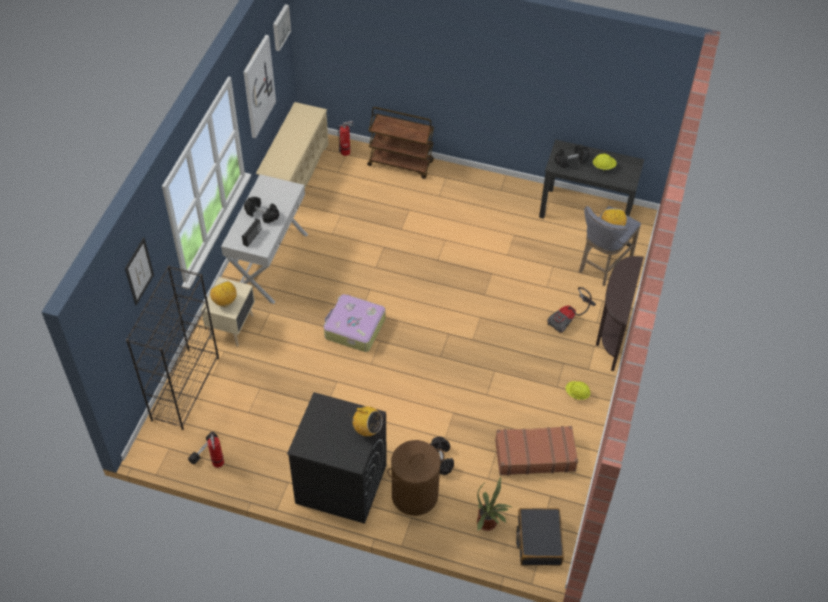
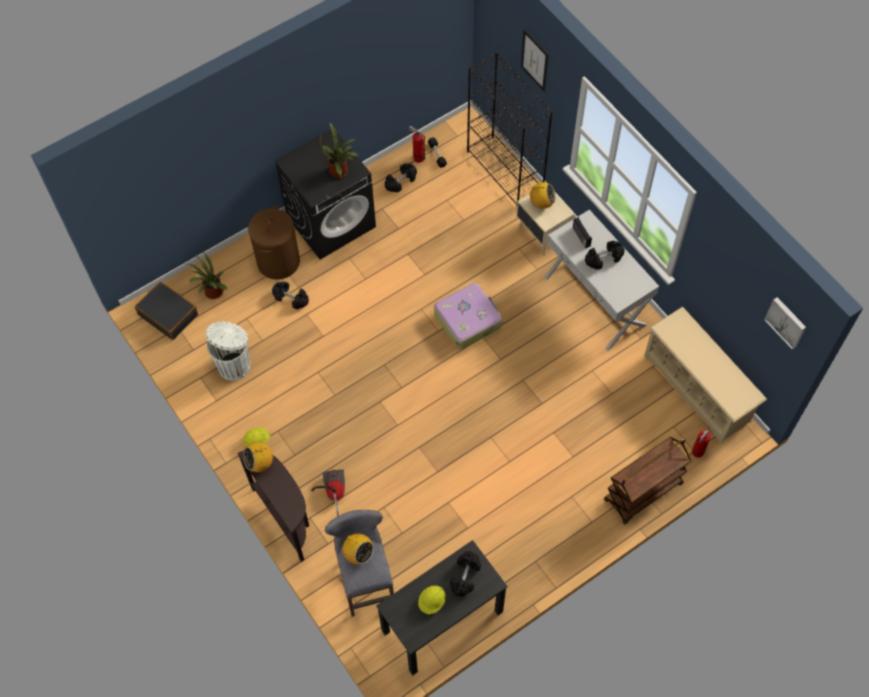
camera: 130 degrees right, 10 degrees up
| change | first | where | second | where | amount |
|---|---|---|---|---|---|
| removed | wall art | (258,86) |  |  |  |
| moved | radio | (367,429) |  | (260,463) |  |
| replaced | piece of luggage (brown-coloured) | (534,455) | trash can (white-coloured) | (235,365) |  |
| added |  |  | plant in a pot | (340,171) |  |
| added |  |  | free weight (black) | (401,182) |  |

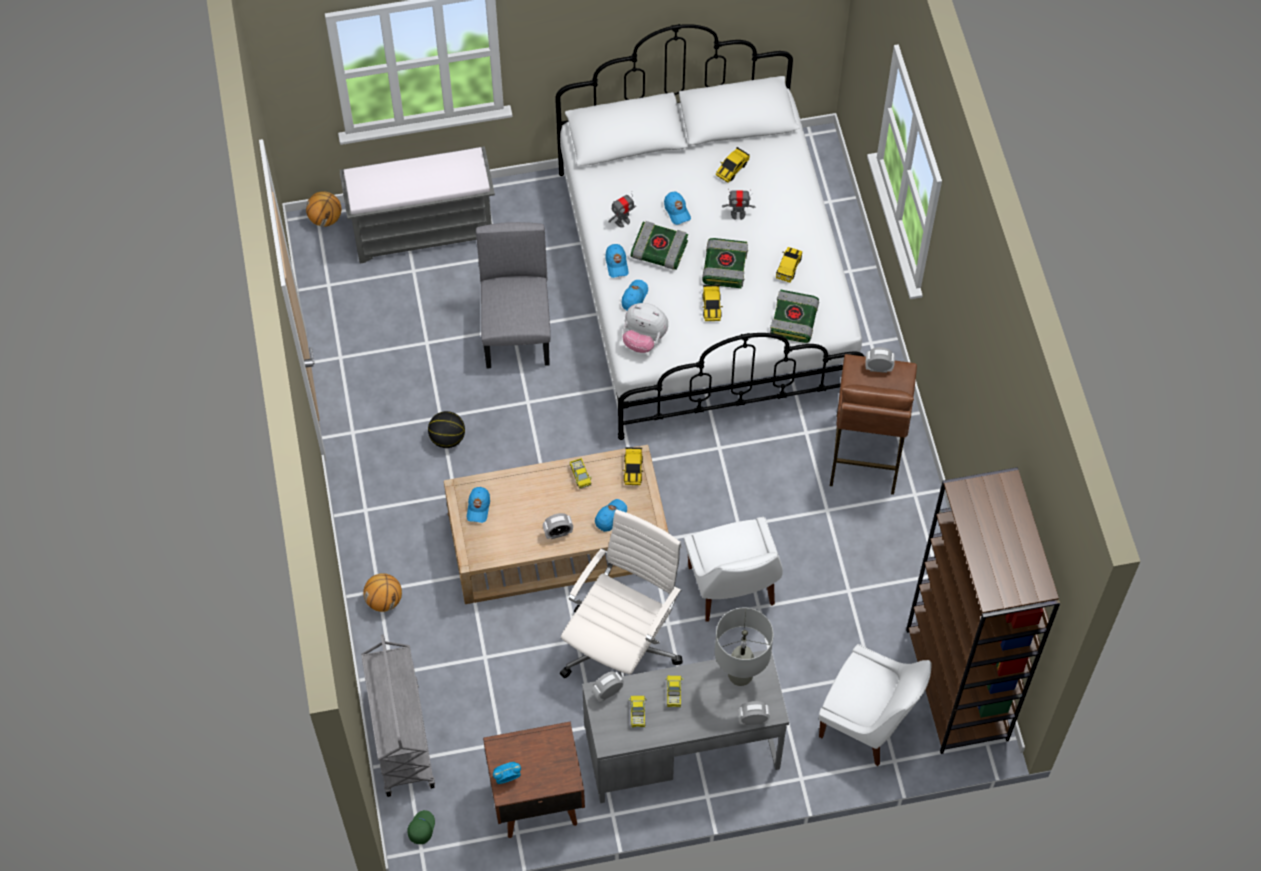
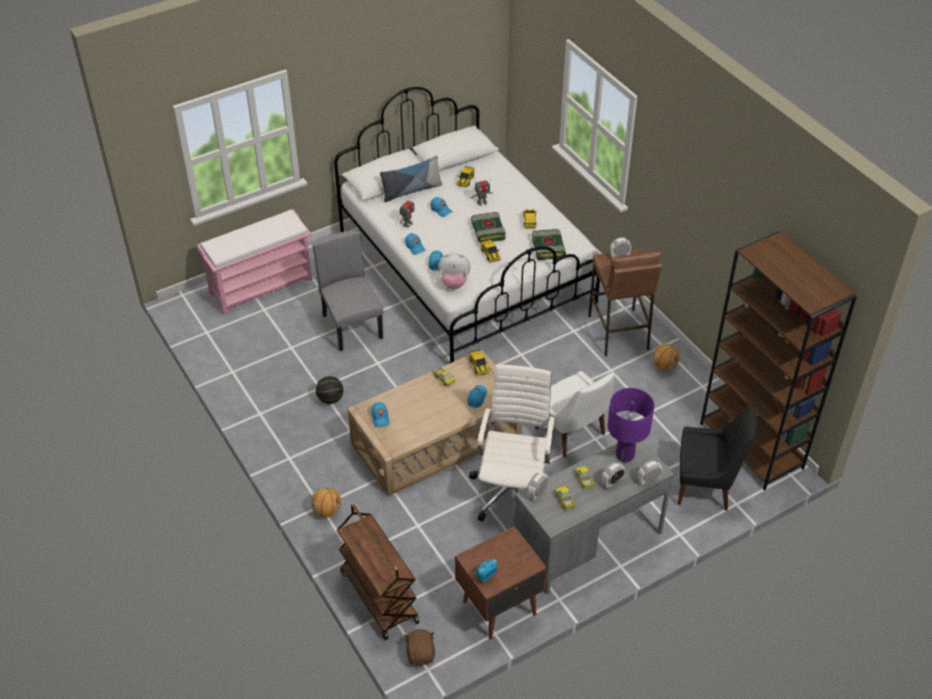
camera: 20 degrees left, 15 degrees down
| change | first | where | second | where | amount |
|---|---|---|---|---|---|
| recoloured | long seat (grey) | (424,231) | long seat (pink-coloured) | (262,285) |  |
| moved | basketball ball | (325,218) |  | (664,366) |  |
| removed | bound book | (658,250) |  |  |  |
| moved | alarm clock | (558,533) |  | (612,482) |  |
| recoloured | lamp for a table (grey) | (740,675) | lamp for a table (purple-coloured) | (624,455) |  |
| recoloured | trolley (grey) | (401,737) | trolley (brown-coloured) | (378,597) |  |
| recoloured | upright chair (white-coloured) | (868,723) | upright chair (black) | (706,486) |  |
| replaced | peaked cap (green) | (421,828) | soft toy (brown-coloured) | (421,654) |  |
| added |  |  | cushion | (411,190) |  |

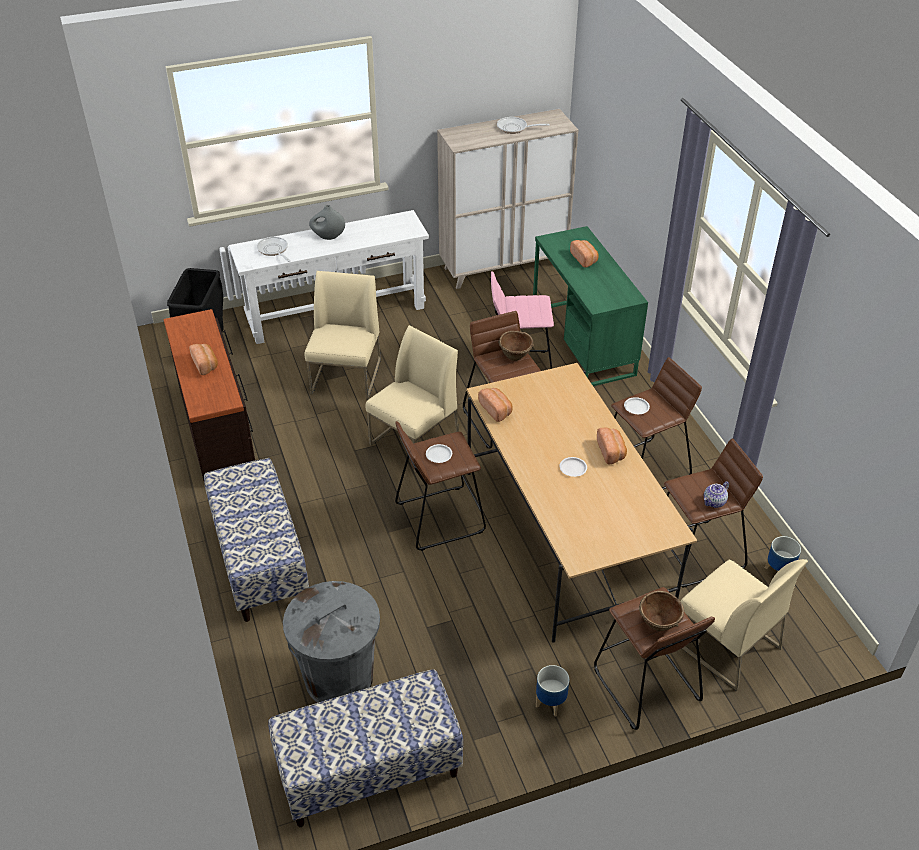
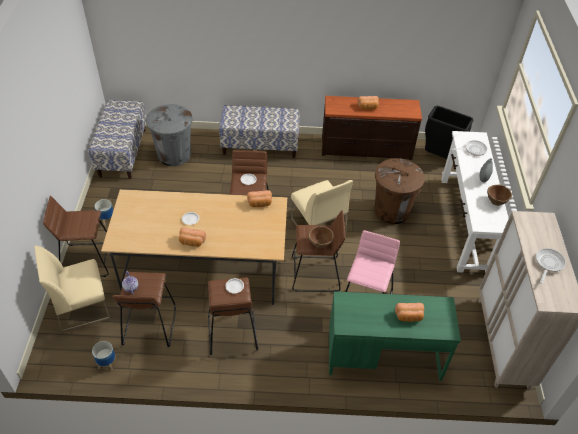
camera: 110 degrees right, 5 degrees up
| change | first | where | second | where | amount |
|---|---|---|---|---|---|
| replaced | upright chair (beige-coloured) | (346,377) | trash can (brown-coloured) | (392,211) |  |
| moved | bowl (brown-coloured) | (659,623) |  | (496,201) |  |

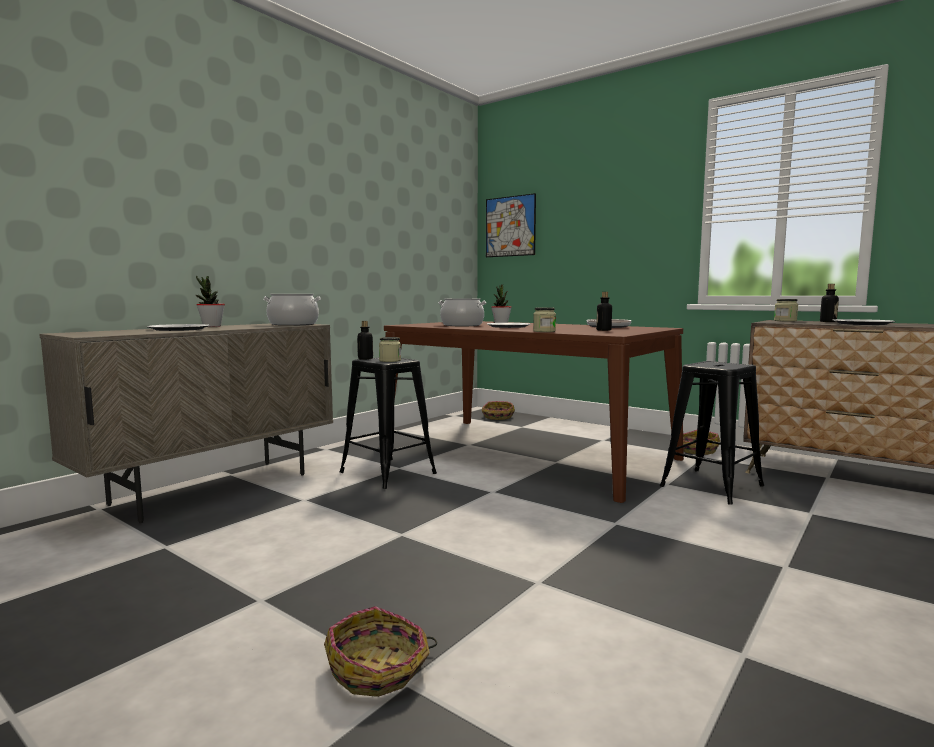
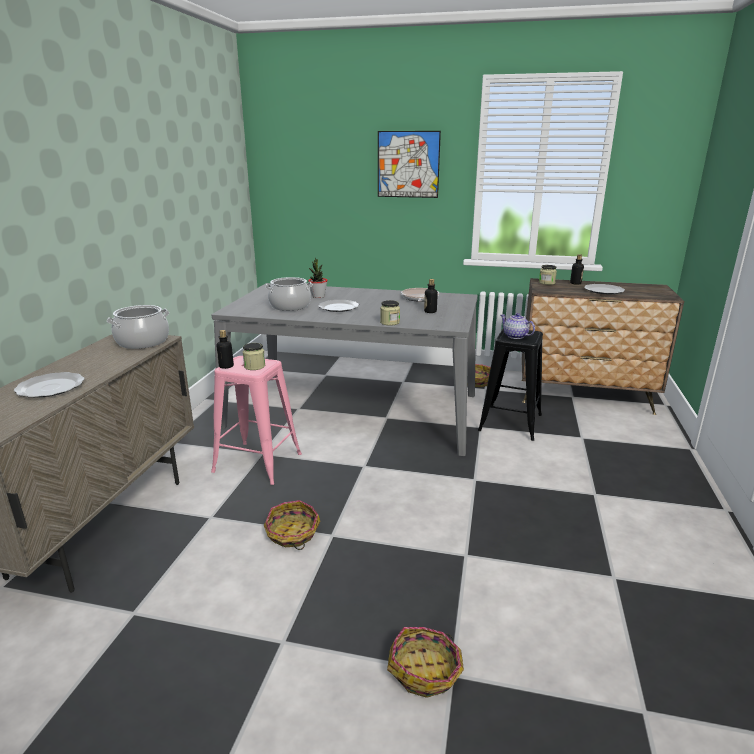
camera: 25 degrees left, 15 degrees up
| change | first | where | second | where | amount |
|---|---|---|---|---|---|
| moved | wall art | (510,226) |  | (408,164) |  |
| removed | plant in a pot | (211,326) |  |  |  |
| recoloured | dinner table (brown-coloured) | (525,452) | dinner table (grey) | (354,410) |  |
| recoloured | sitting stool (black) | (388,473) | sitting stool (pink-coloured) | (258,463) |  |
| moved | storage basket | (497,417) |  | (292,534) |  |
| added |  |  | pot for tea | (515,336) |  |

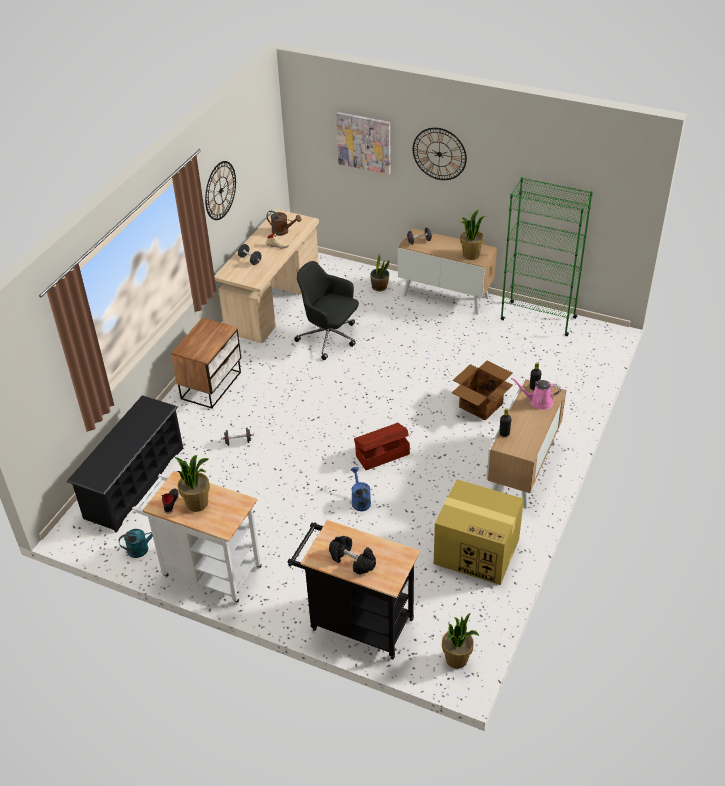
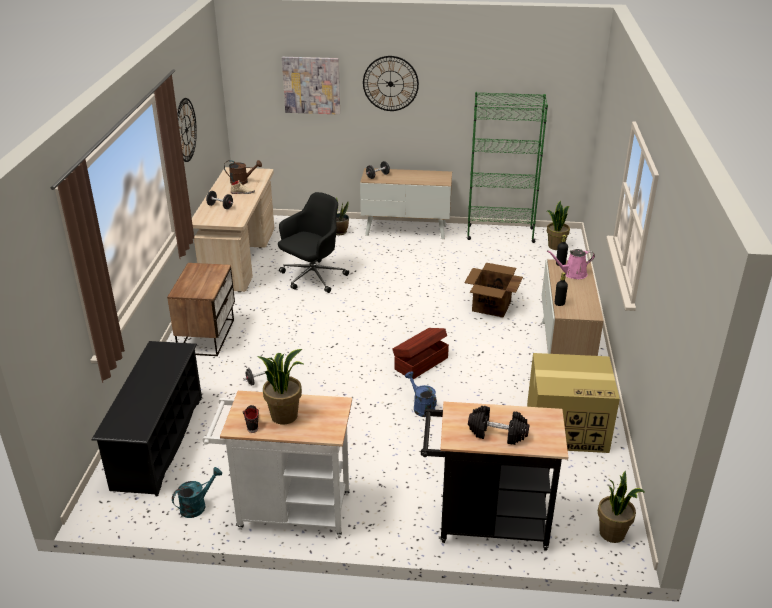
camera: 20 degrees left, 10 degrees down
| change | first | where | second | where | amount |
|---|---|---|---|---|---|
| moved | plant in a pot | (470,255) |  | (555,246) |  |
| turned | desk chair (black) | (329,338) |  | (312,277) | 120 degrees clockwise |

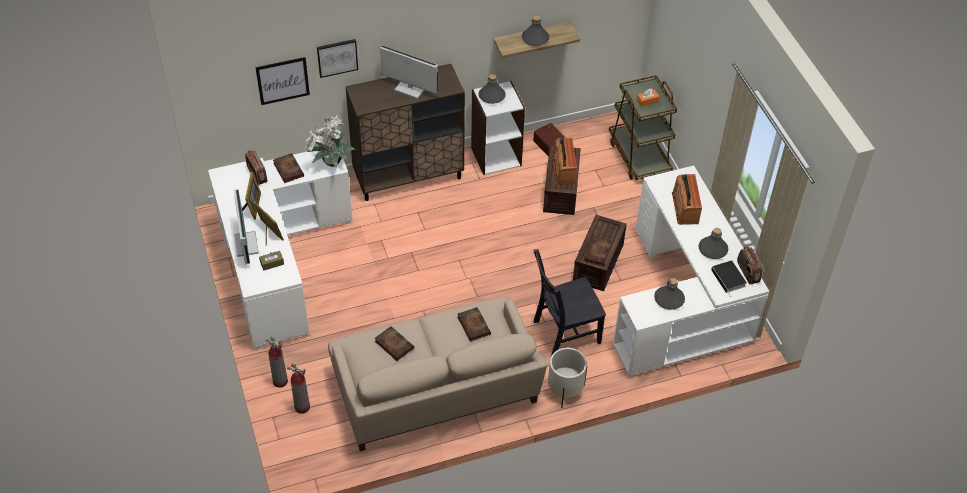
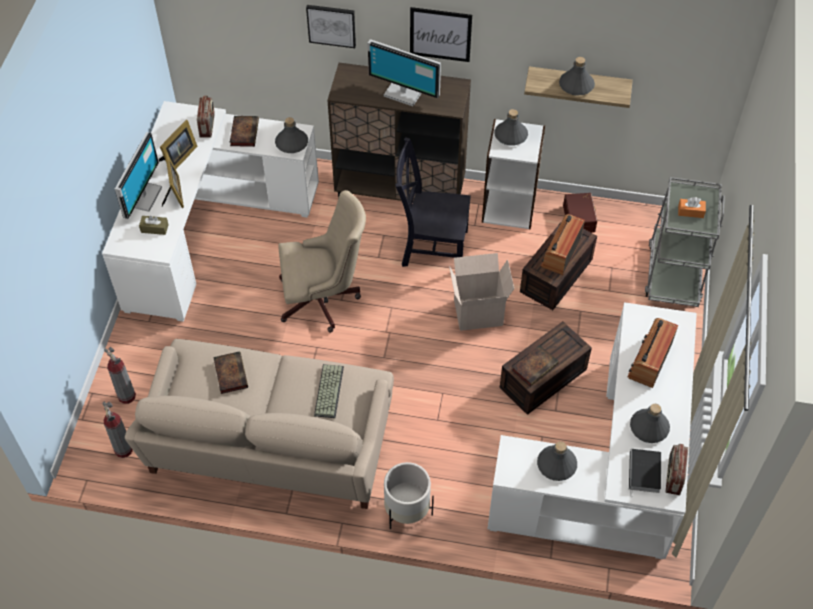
camera: 30 degrees right, 5 degrees up
| change | first | where | second | where | amount |
|---|---|---|---|---|---|
| turned | monitor | (409,89) |  | (404,92) | 150 degrees clockwise |
| moved | wall art | (282,80) |  | (440,34) |  |
| recoloured | trolley (brown-coloured) | (639,156) | trolley (grey) | (673,273) |  |
| replaced | plant in a pot | (330,163) | beverage bottle (grey) | (292,143) |  |
| moved | upright chair (black) | (564,332) |  | (431,247) |  |
| replaced | bound book | (473,325) | keyboard | (328,390) |  |
| moved | fire-fighting cylinder | (280,381) |  | (123,449) |  |
| added |  |  | desk chair (beige-coloured) | (323,300) |  |
| added |  |  | carton | (478,311) |  |

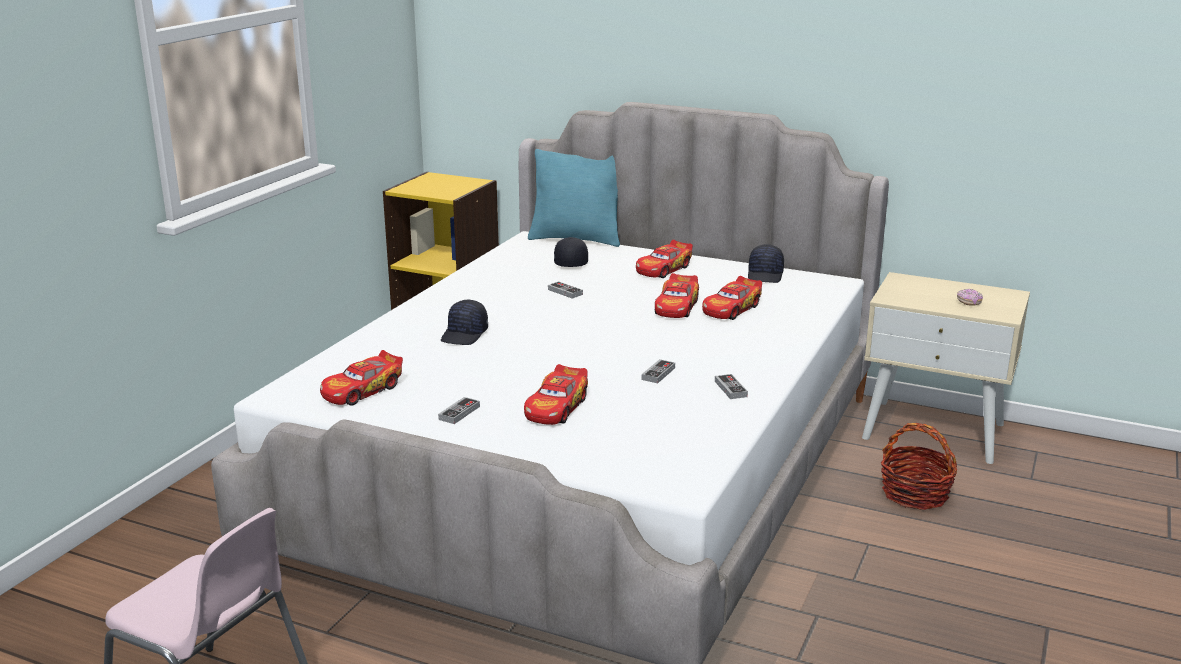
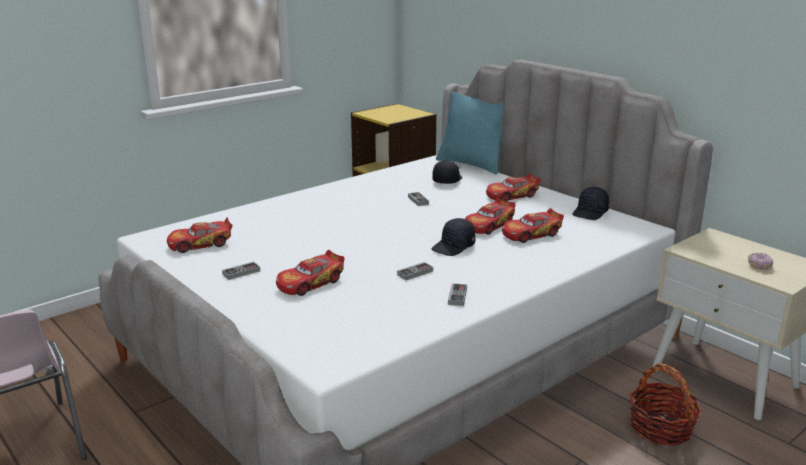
camera: 25 degrees right, 0 degrees up
| change | first | where | second | where | amount |
|---|---|---|---|---|---|
| moved | peaked cap (black) | (465,335) |  | (454,247) |  |

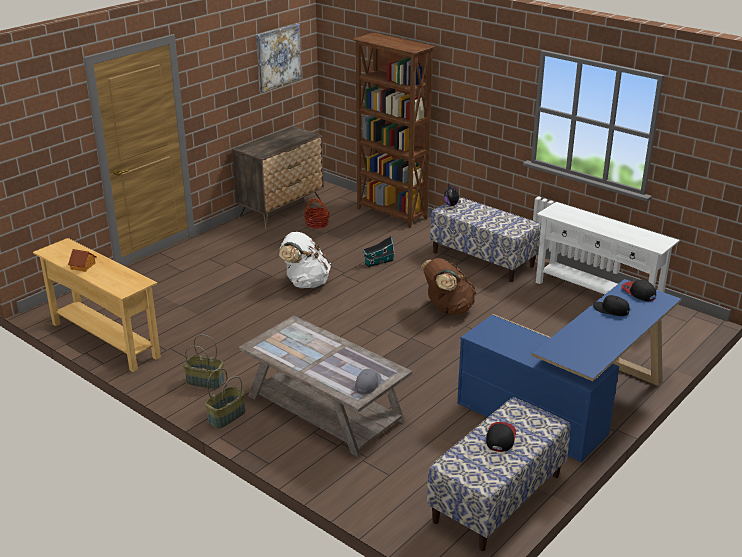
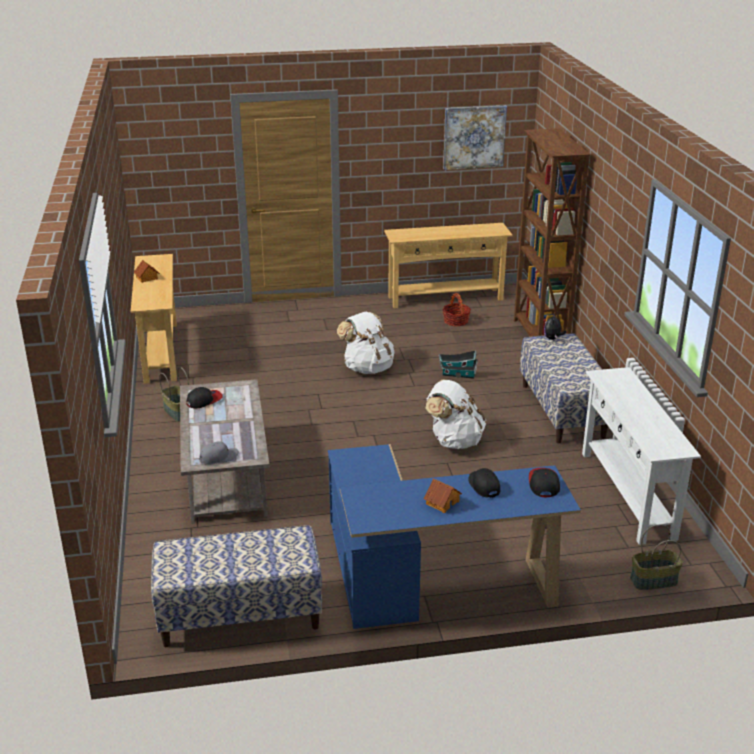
camera: 40 degrees right, 0 degrees up
| change | first | where | second | where | amount |
|---|---|---|---|---|---|
| replaced | drawer chest | (282,209) | narrow table (beige-coloured) | (445,298) |  |
| recoloured | backpack (brown-coloured) | (447,309) | backpack (white-coloured) | (454,441) |  |
| moved | storage basket | (226,417) |  | (653,581) |  |
| moved | peaked cap | (500,438) |  | (204,400) |  |
| added |  |  | toy house | (442,502) |  |

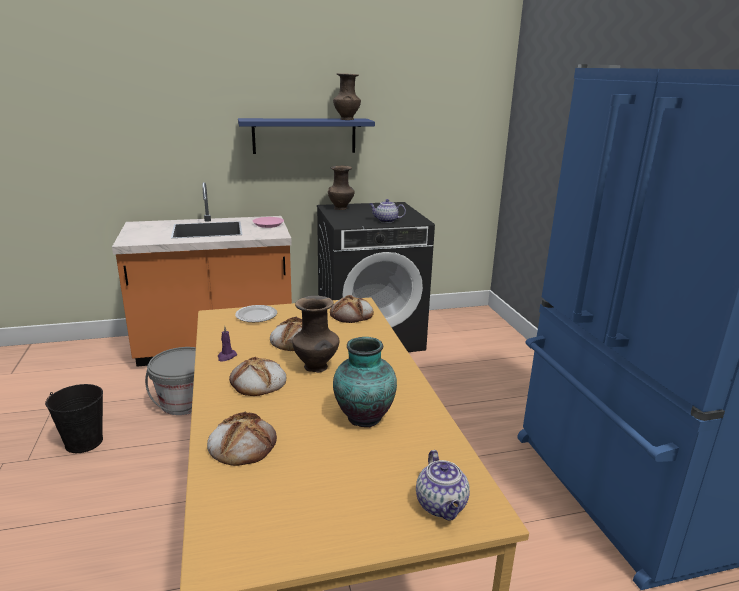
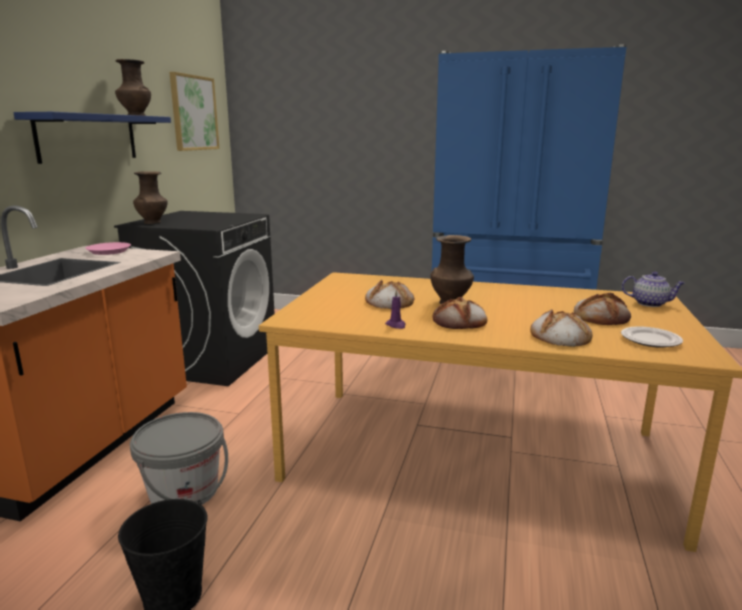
camera: 60 degrees left, 5 degrees down
| change | first | where | second | where | amount |
|---|---|---|---|---|---|
| removed | pot for tea | (386,221) |  |  |  |
| moved | bakery bread | (352,314) |  | (601,316) |  |
| moved | flat dish | (256,316) |  | (650,340) |  |
| removed | decorative vase | (362,417) |  |  |  |
| added |  |  | wall art | (194,113) |  |

